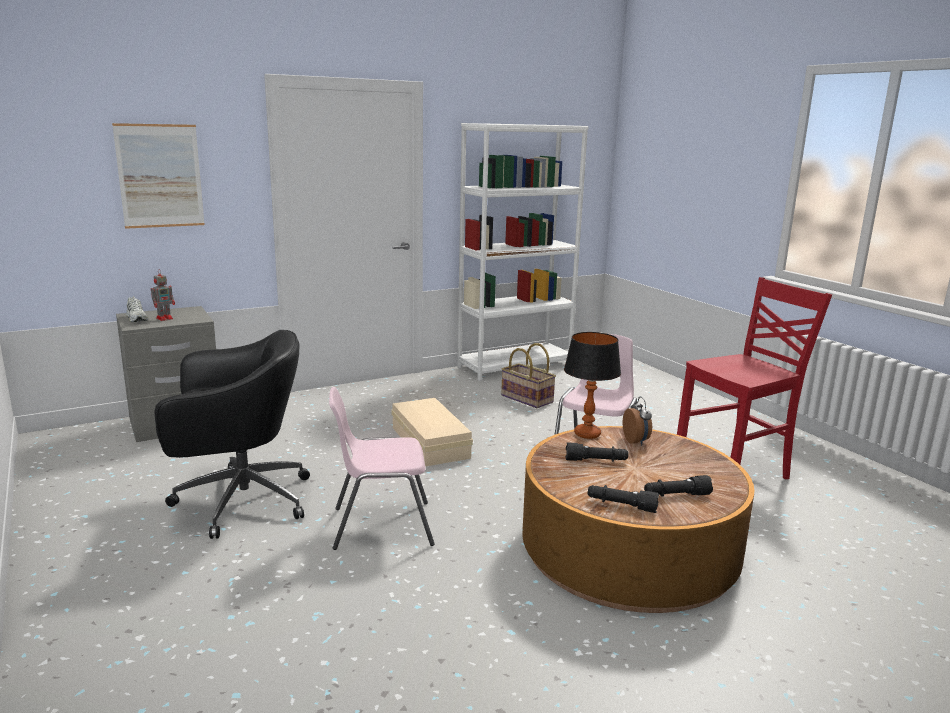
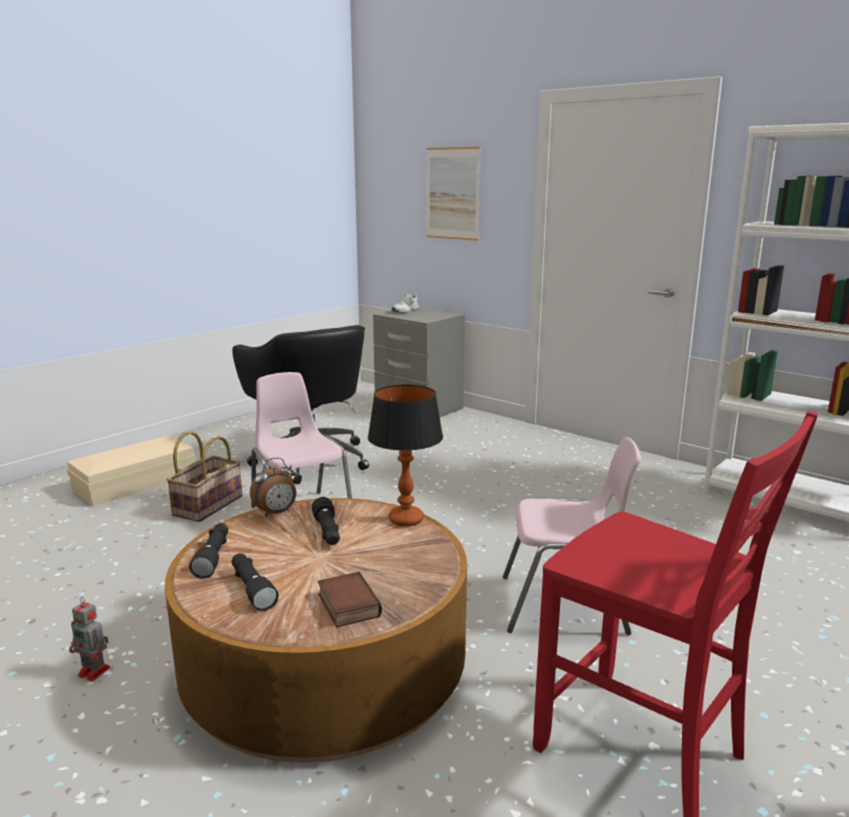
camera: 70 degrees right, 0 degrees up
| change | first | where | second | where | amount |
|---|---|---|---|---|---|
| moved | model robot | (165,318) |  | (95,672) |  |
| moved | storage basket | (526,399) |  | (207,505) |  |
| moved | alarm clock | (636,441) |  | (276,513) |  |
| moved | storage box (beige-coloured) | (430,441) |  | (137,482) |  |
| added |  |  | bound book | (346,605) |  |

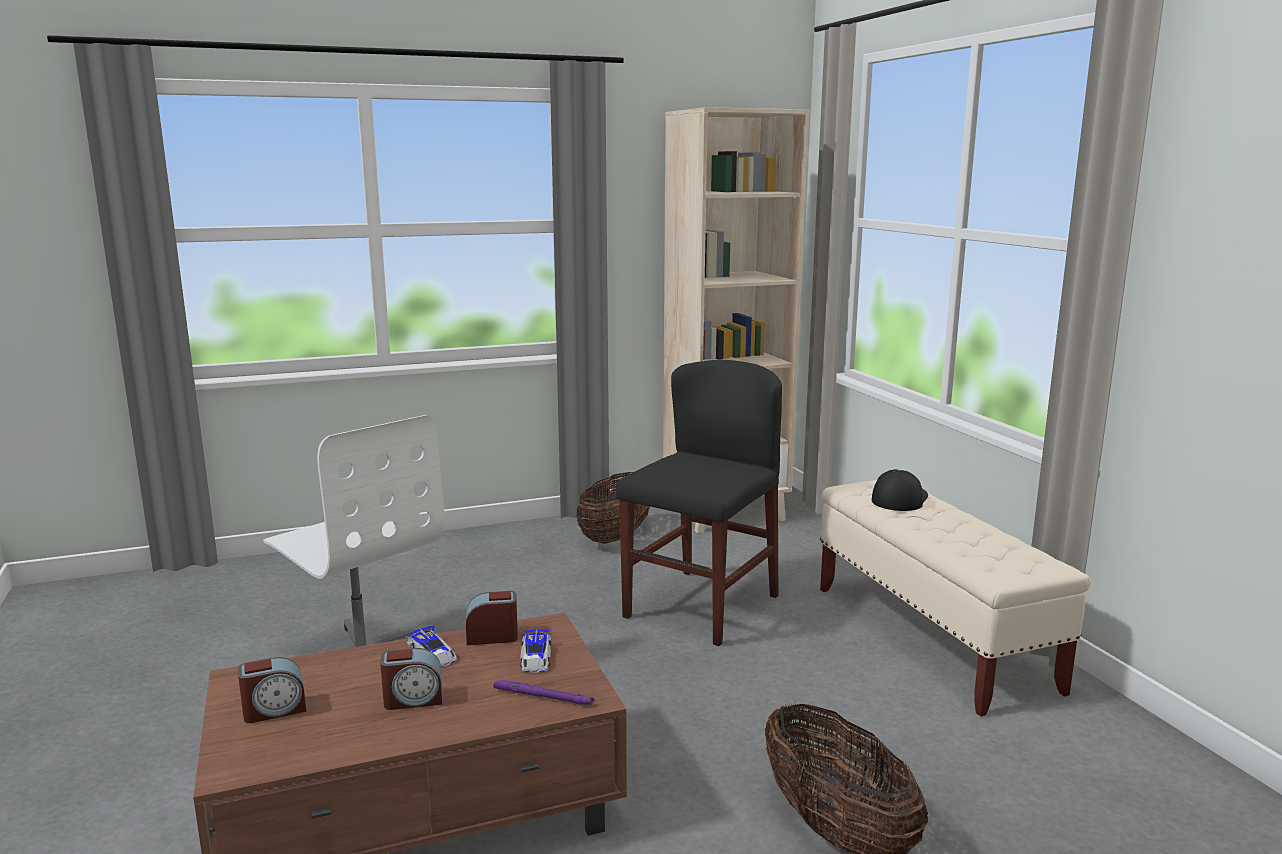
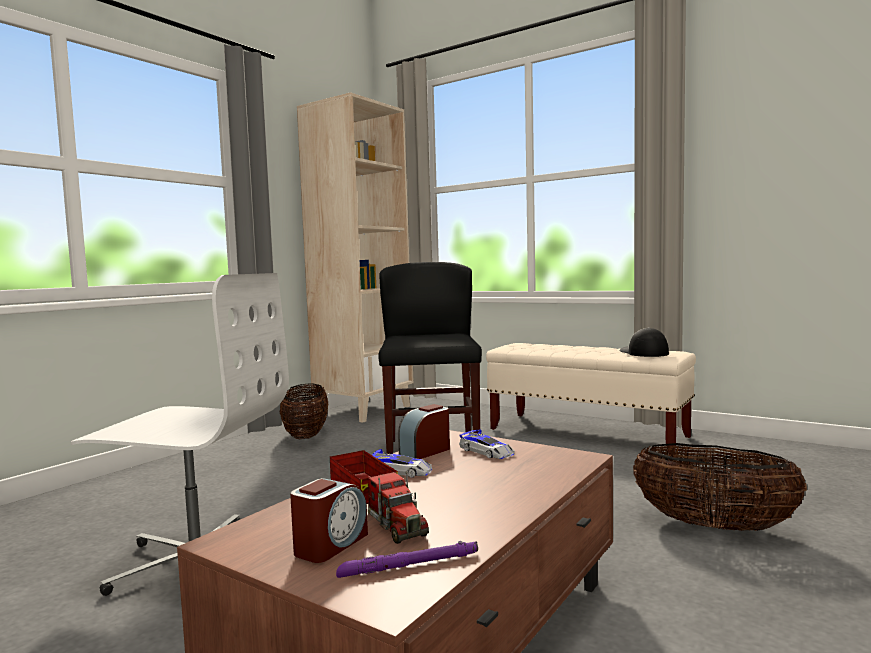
camera: 35 degrees left, 10 degrees down
| change | first | where | second | where | amount |
|---|---|---|---|---|---|
| moved | peaked cap | (899,498) |  | (643,353) |  |
| removed | alarm clock | (413,699) |  |  |  |
| moved | hand torch (purple-coloured) | (543,697) |  | (410,565) |  |
| added |  |  | model truck | (376,511) |  |

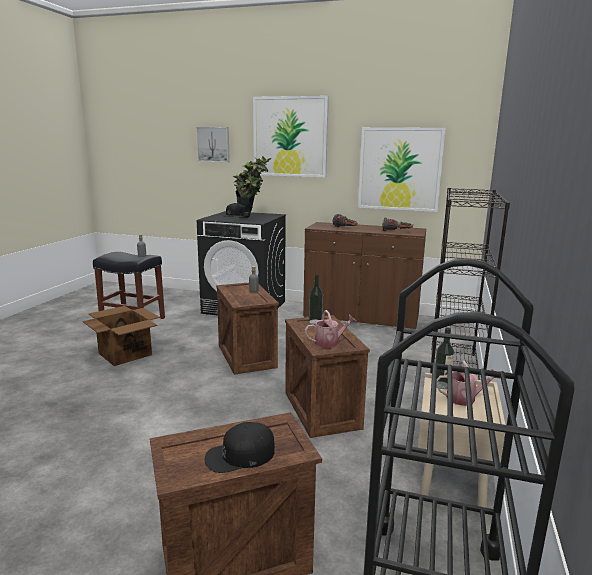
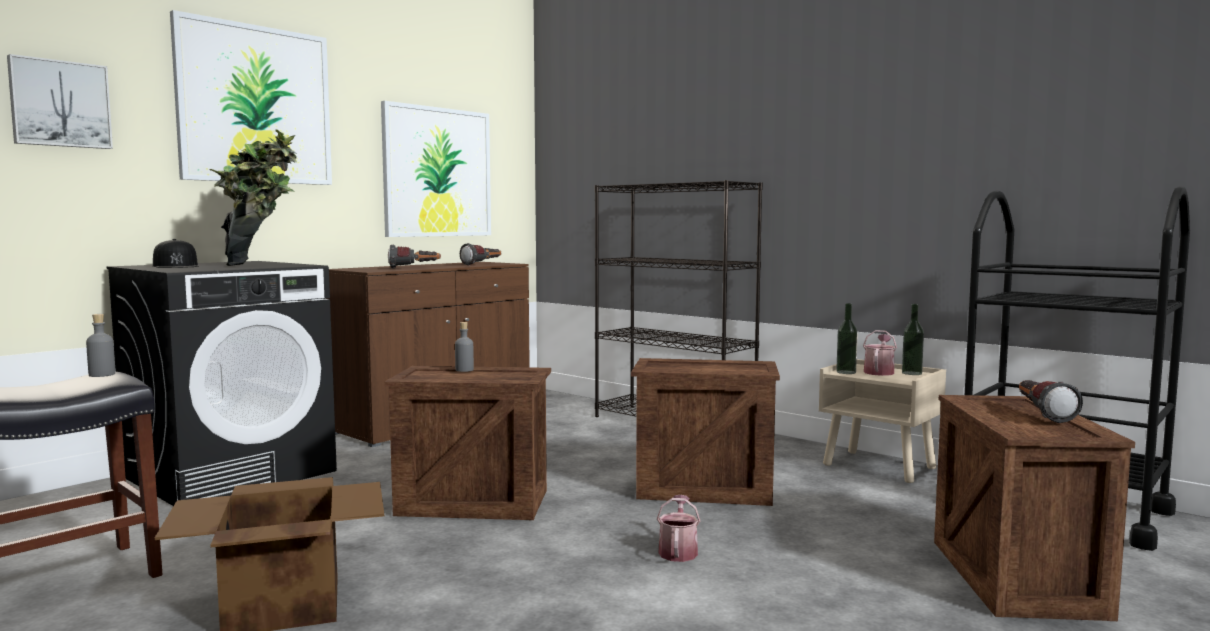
camera: 65 degrees left, 10 degrees down
| change | first | where | second | where | amount |
|---|---|---|---|---|---|
| moved | beverage bottle | (315,321) |  | (911,373) |  |
| moved | watering can | (329,342) |  | (678,551) |  |
| replaced | peaked cap (black) | (240,455) | hand torch | (1041,414) |  |

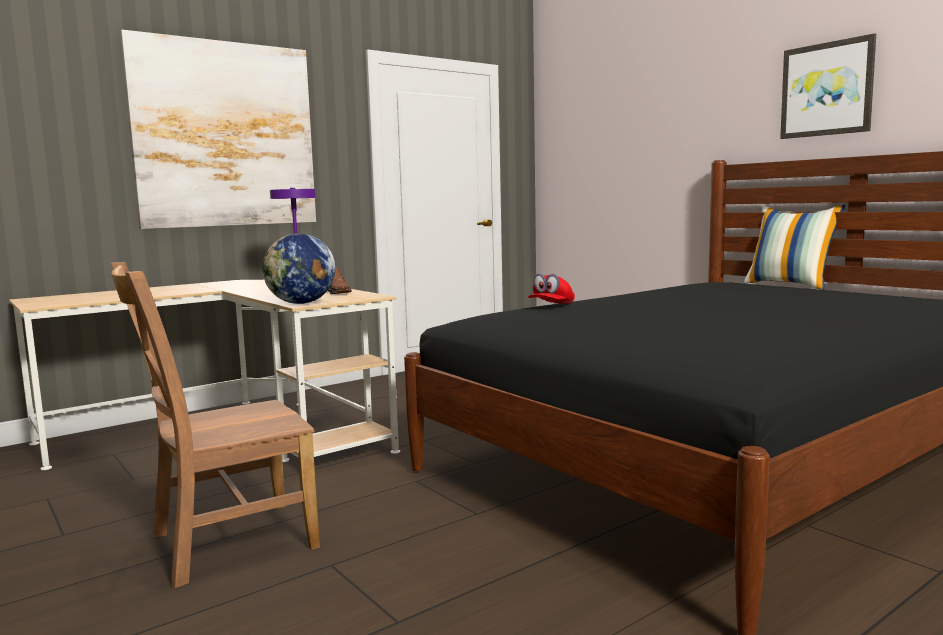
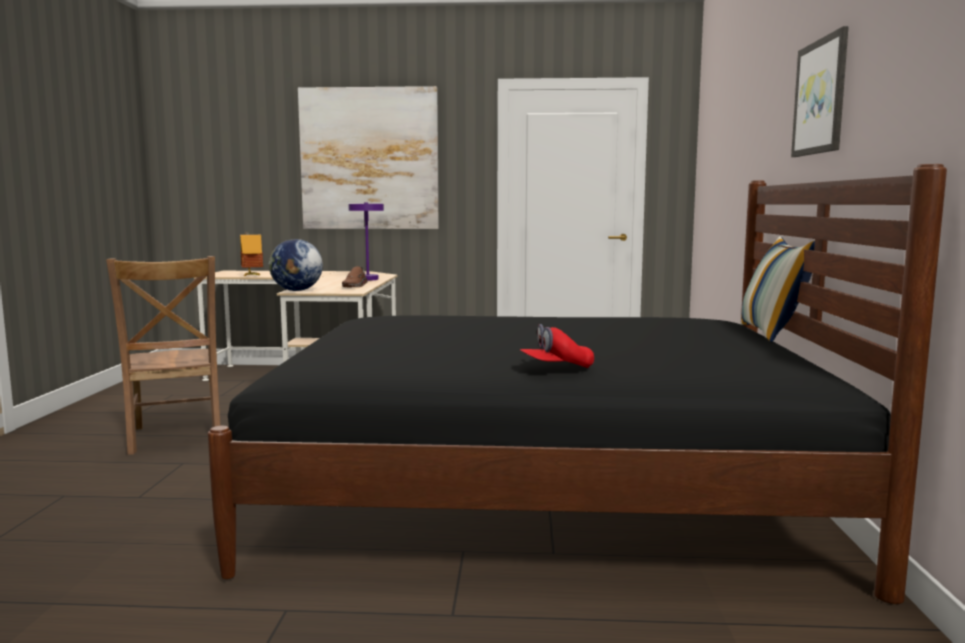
camera: 40 degrees right, 0 degrees up
| change | first | where | second | where | amount |
|---|---|---|---|---|---|
| turned | upright chair (brown-coloured) | (226,543) |  | (176,437) | 120 degrees counterclockwise |
| moved | peaked cap (red) | (551,306) |  | (557,368) |  |
| added |  |  | toy house | (252,276) |  |

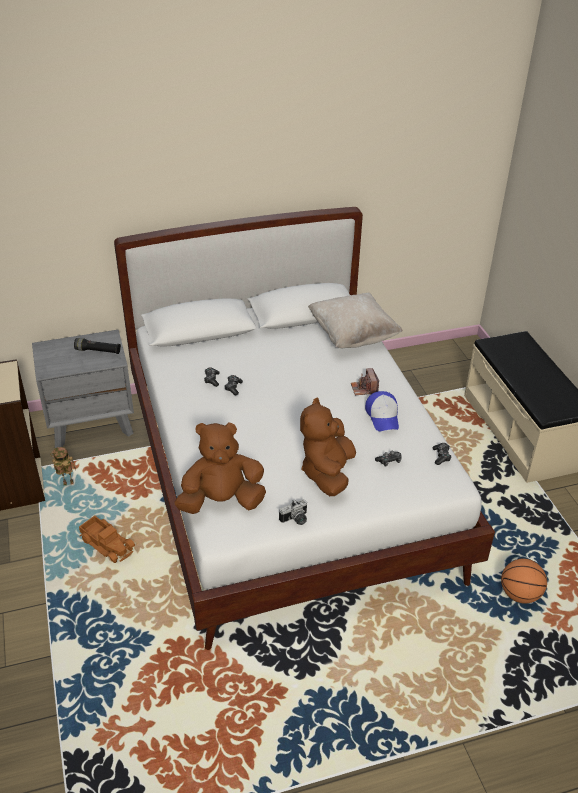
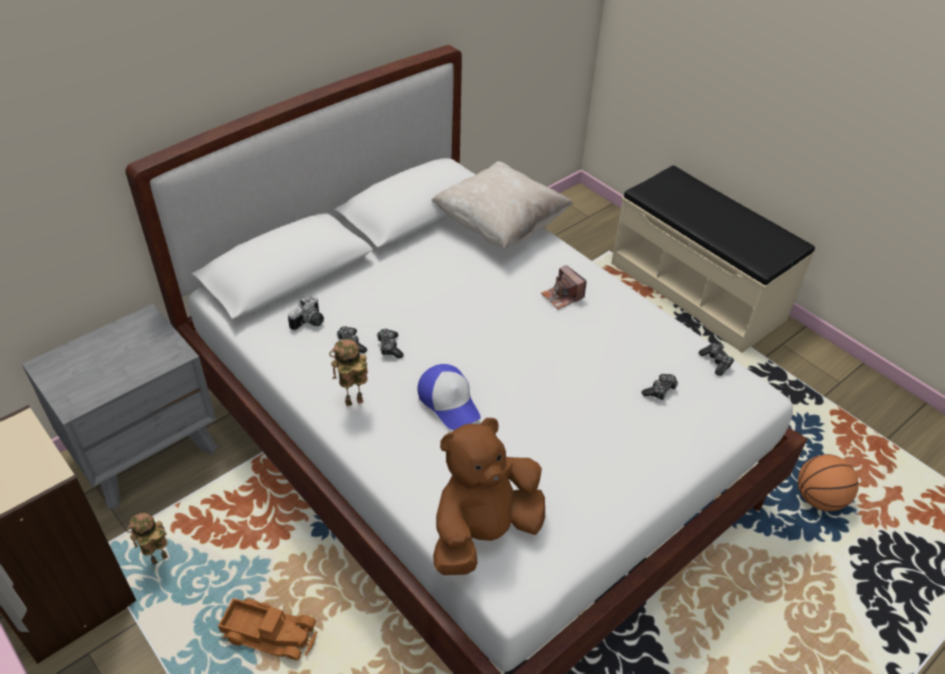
camera: 25 degrees left, 5 degrees up
| change | first | where | second | where | amount |
|---|---|---|---|---|---|
| removed | hand torch (black) | (98,351) |  |  |  |
| moved | peaked cap | (383,416) |  | (449,402) |  |
| removed | soft toy (brown-coloured) | (327,473) |  |  |  |
| moved | photo camera | (295,520) |  | (310,323) |  |
| added |  |  | model robot | (353,404) |  |

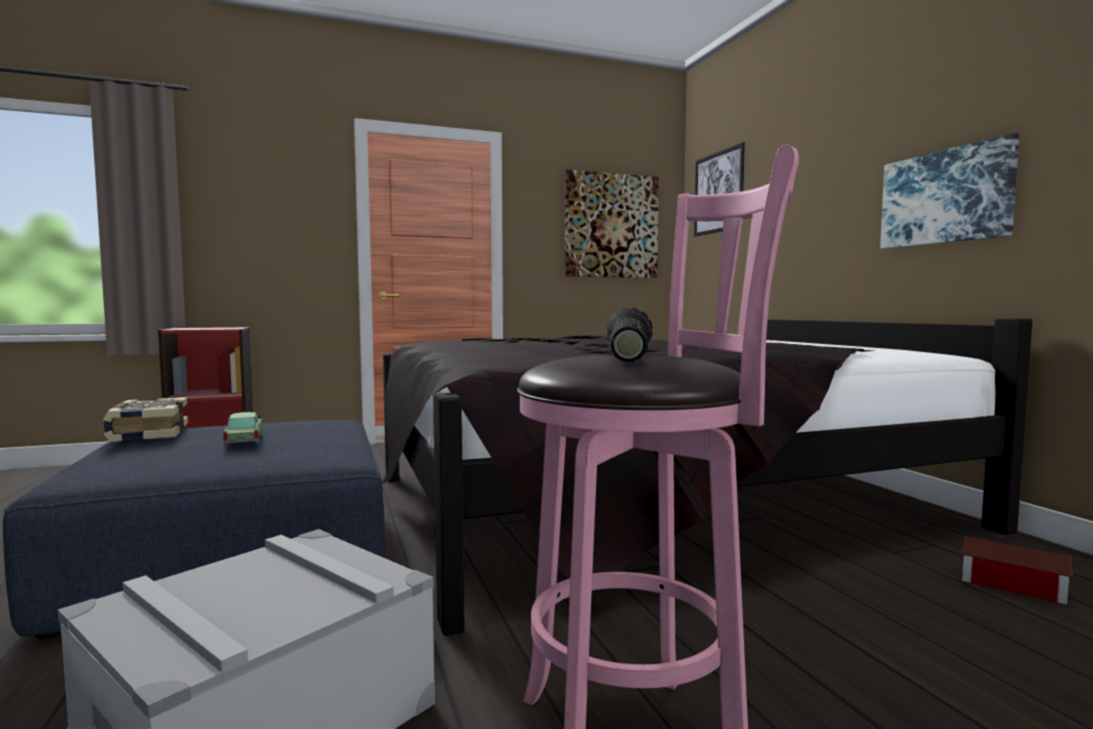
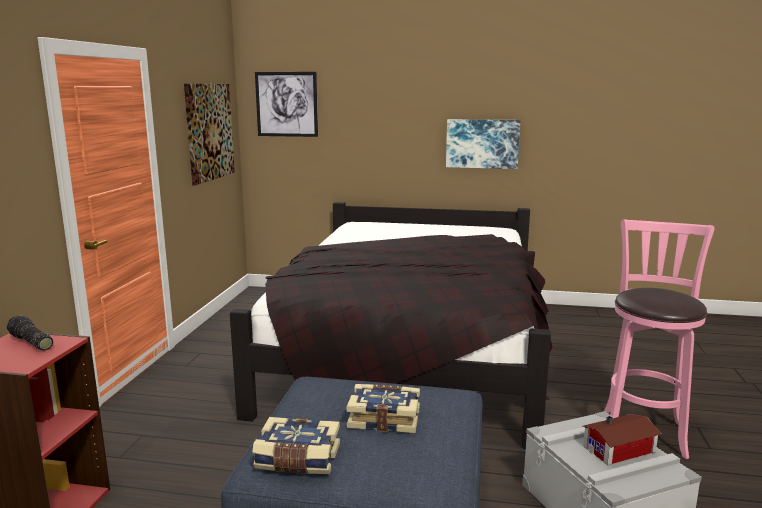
camera: 60 degrees left, 10 degrees up
| change | first | where | second | where | amount |
|---|---|---|---|---|---|
| moved | hand torch | (626,357) |  | (30,343) |  |
| replaced | toy car | (244,441) | bound book | (384,418) |  |
| moved | toy house | (1016,585) |  | (621,449) |  |

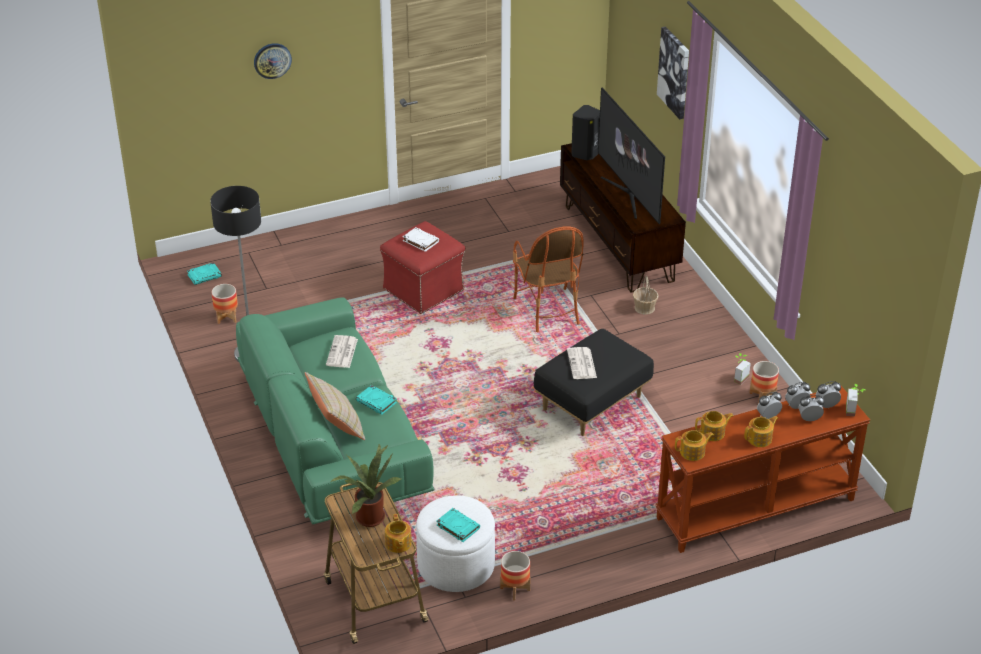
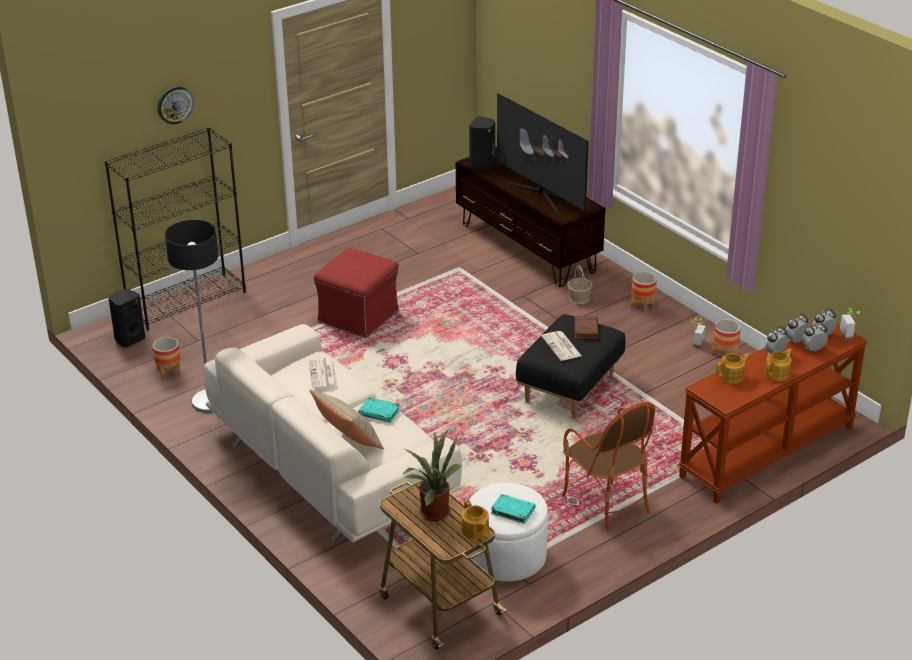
camera: 15 degrees left, 5 degrees down
| change | first | where | second | where | amount |
|---|---|---|---|---|---|
| removed | wall art | (674,72) |  |  |  |
| moved | easy chair | (547,310) |  | (606,502) |  |
| removed | bound book (white-coloured) | (420,241) |  |  |  |
| replaced | bound book (blue-green) | (204,275) | speaker (black) | (129,339) |  |
| recoloured | sofa (green) | (333,442) | sofa (beige-coloured) | (330,468) |  |
| removed | pot for tea | (693,452) |  |  |  |
| moved | plant pot | (515,589) |  | (642,306) |  |
| added |  |  | bookshelf (black) | (187,301) |  |
| added |  |  | bound book (brown-coloured) | (585,329) |  |

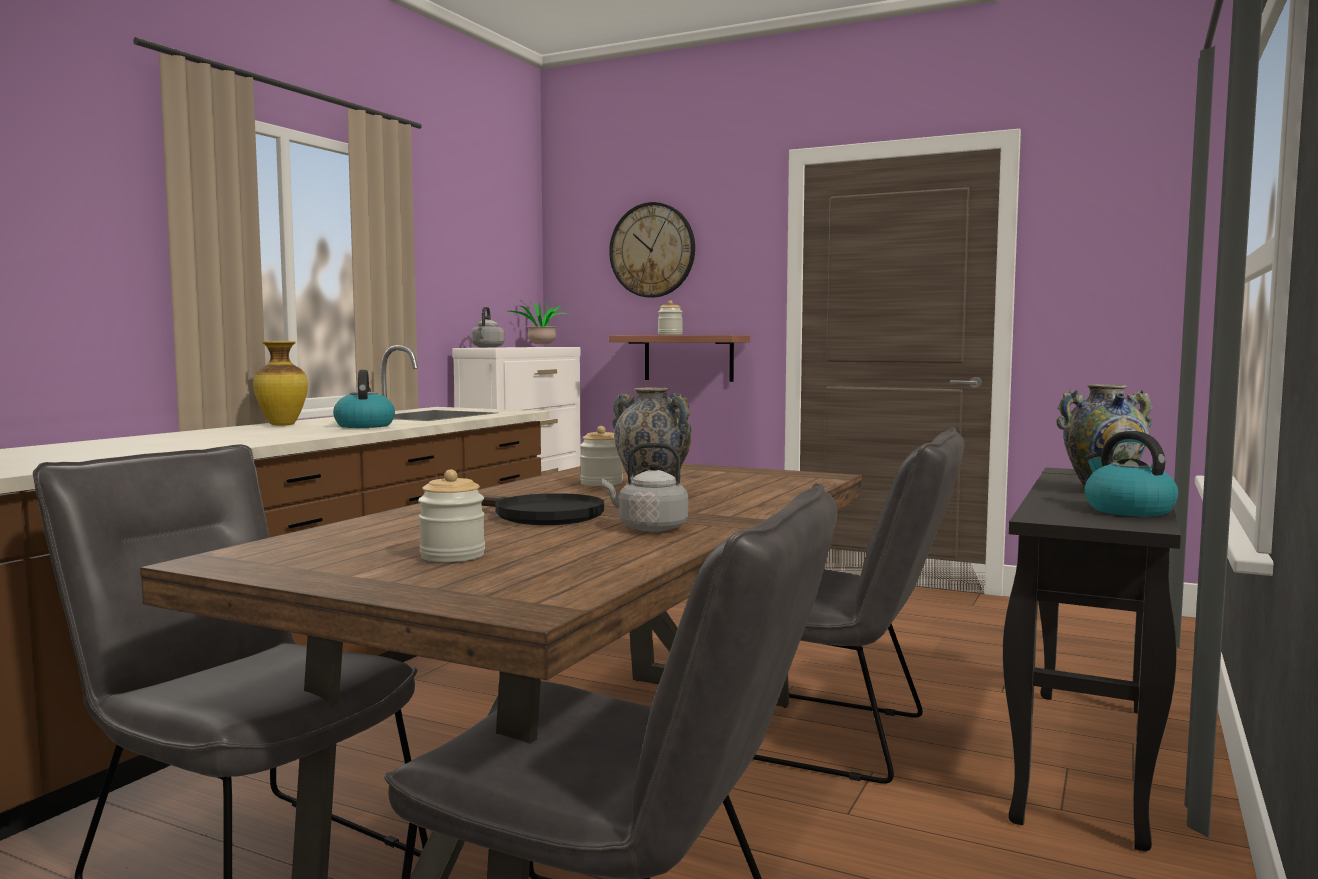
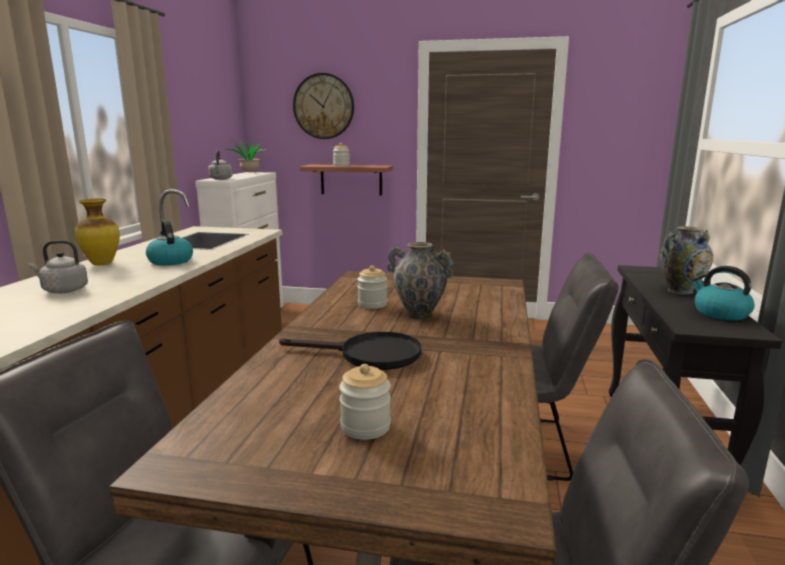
camera: 15 degrees left, 10 degrees up
| change | first | where | second | where | amount |
|---|---|---|---|---|---|
| moved | tea kettle (grey) | (649,528) |  | (63,290) |  |

